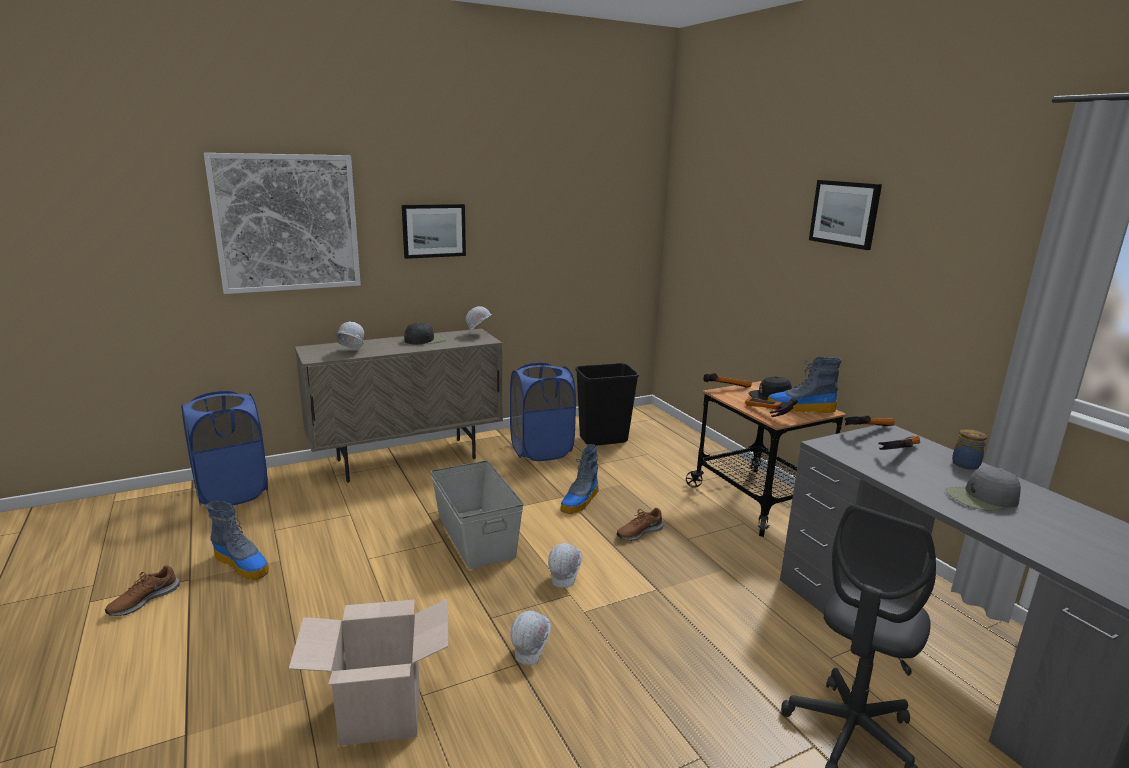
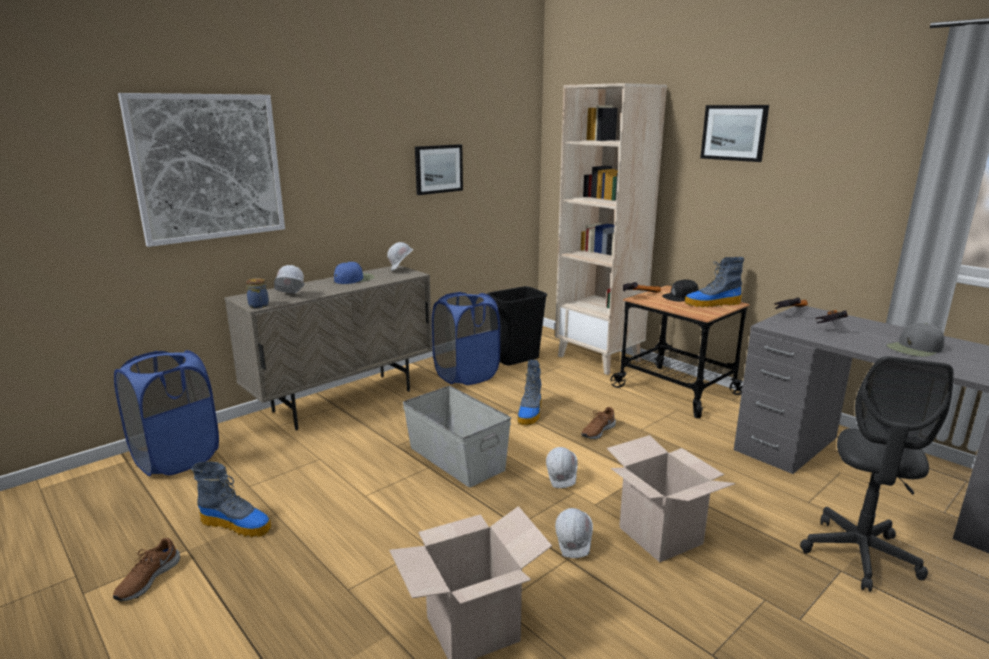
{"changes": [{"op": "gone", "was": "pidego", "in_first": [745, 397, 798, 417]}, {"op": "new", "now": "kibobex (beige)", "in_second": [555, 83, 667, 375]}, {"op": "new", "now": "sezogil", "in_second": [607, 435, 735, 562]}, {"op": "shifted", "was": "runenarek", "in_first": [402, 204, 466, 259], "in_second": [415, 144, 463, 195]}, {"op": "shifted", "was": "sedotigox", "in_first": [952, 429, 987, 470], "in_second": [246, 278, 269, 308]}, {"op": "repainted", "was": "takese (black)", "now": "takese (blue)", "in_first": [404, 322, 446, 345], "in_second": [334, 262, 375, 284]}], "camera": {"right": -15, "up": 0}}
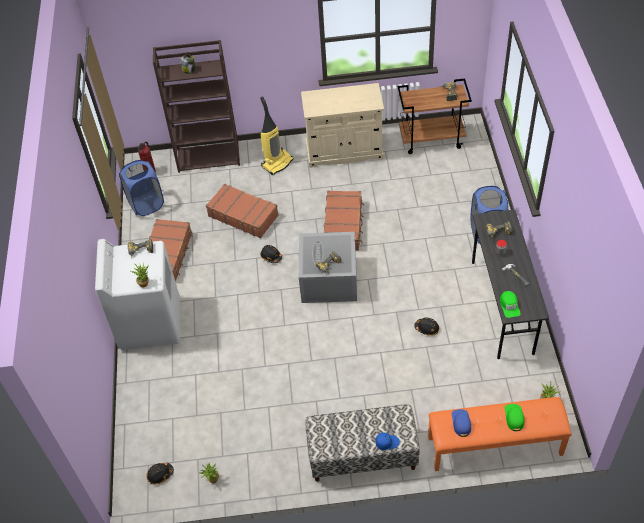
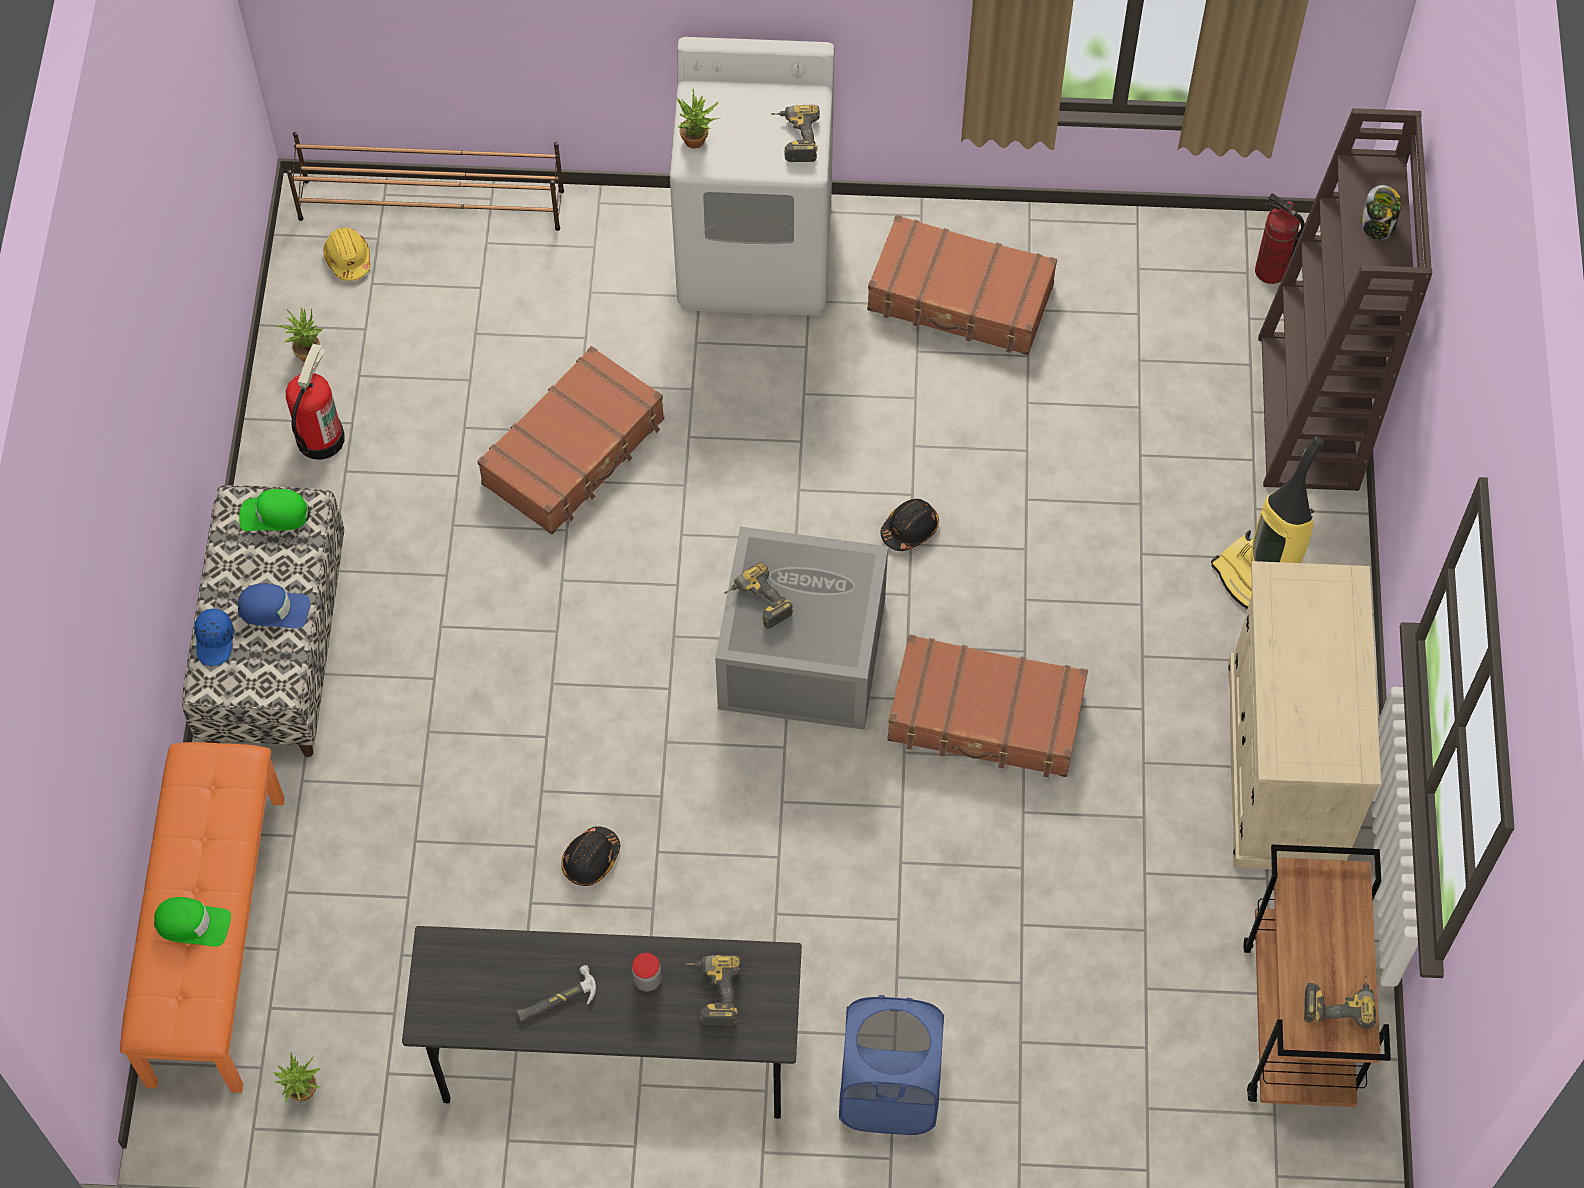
{"changes": [{"op": "gone", "was": "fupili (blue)", "in_first": [119, 160, 164, 216]}, {"op": "new", "now": "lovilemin", "in_second": [286, 344, 345, 460]}, {"op": "new", "now": "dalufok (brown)", "in_second": [287, 132, 564, 231]}, {"op": "shifted", "was": "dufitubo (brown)", "in_first": [206, 183, 279, 238], "in_second": [477, 346, 664, 534]}, {"op": "shifted", "was": "takese (blue)", "in_first": [452, 409, 471, 437], "in_second": [238, 583, 310, 629]}, {"op": "shifted", "was": "takese (green)", "in_first": [500, 291, 521, 318], "in_second": [239, 489, 310, 531]}, {"op": "repainted", "was": "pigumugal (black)", "now": "pigumugal (yellow)", "in_first": [146, 463, 174, 484], "in_second": [323, 228, 370, 281]}], "camera": {"right": 95, "up": 10}}
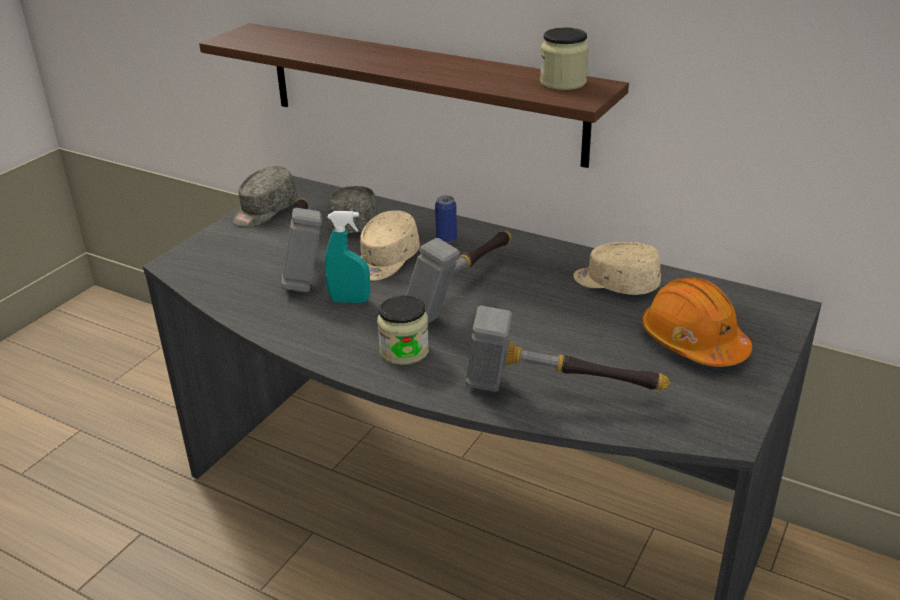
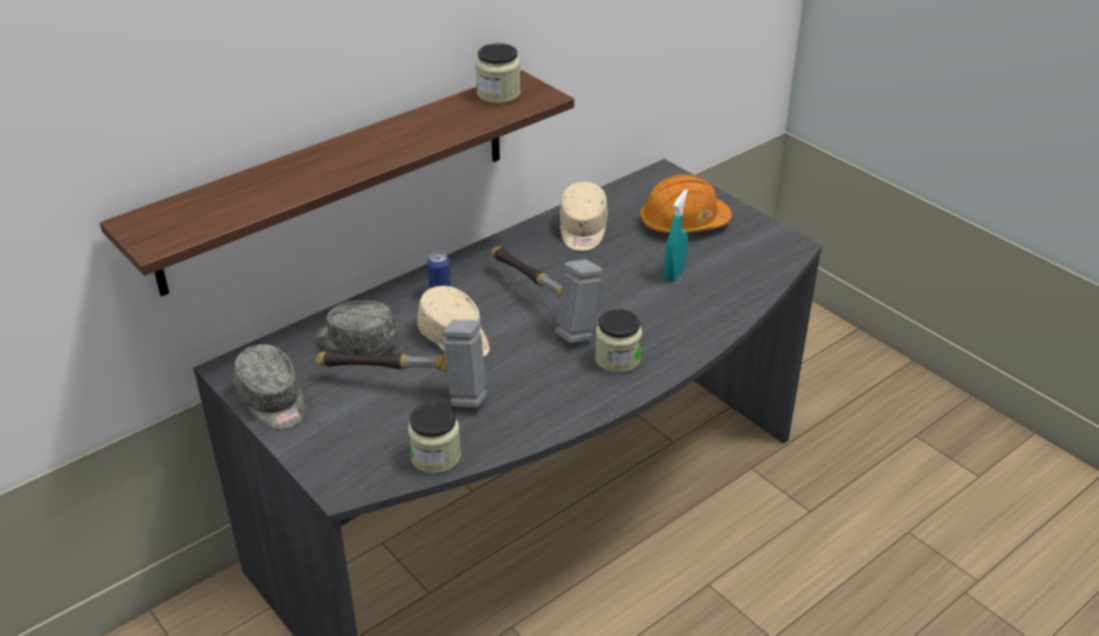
{"changes": [{"op": "gone", "was": "pidego", "in_first": [466, 305, 670, 392]}, {"op": "new", "now": "sedotigox", "in_second": [408, 402, 461, 474]}, {"op": "shifted", "was": "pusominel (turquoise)", "in_first": [325, 211, 370, 303], "in_second": [664, 189, 688, 282]}, {"op": "rotated", "was": "takese (beige)", "in_first": [573, 242, 661, 295], "in_second": [560, 182, 608, 251], "clockwise": -45}], "camera": {"right": -70, "up": 5}}
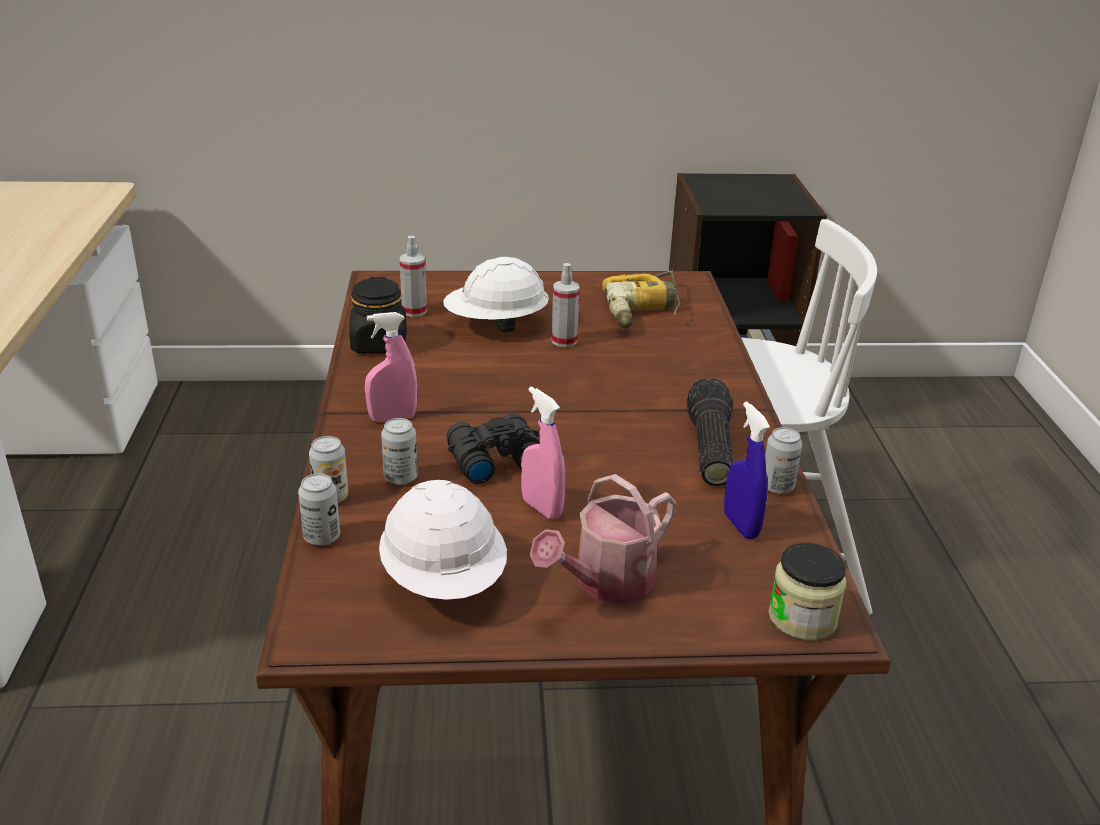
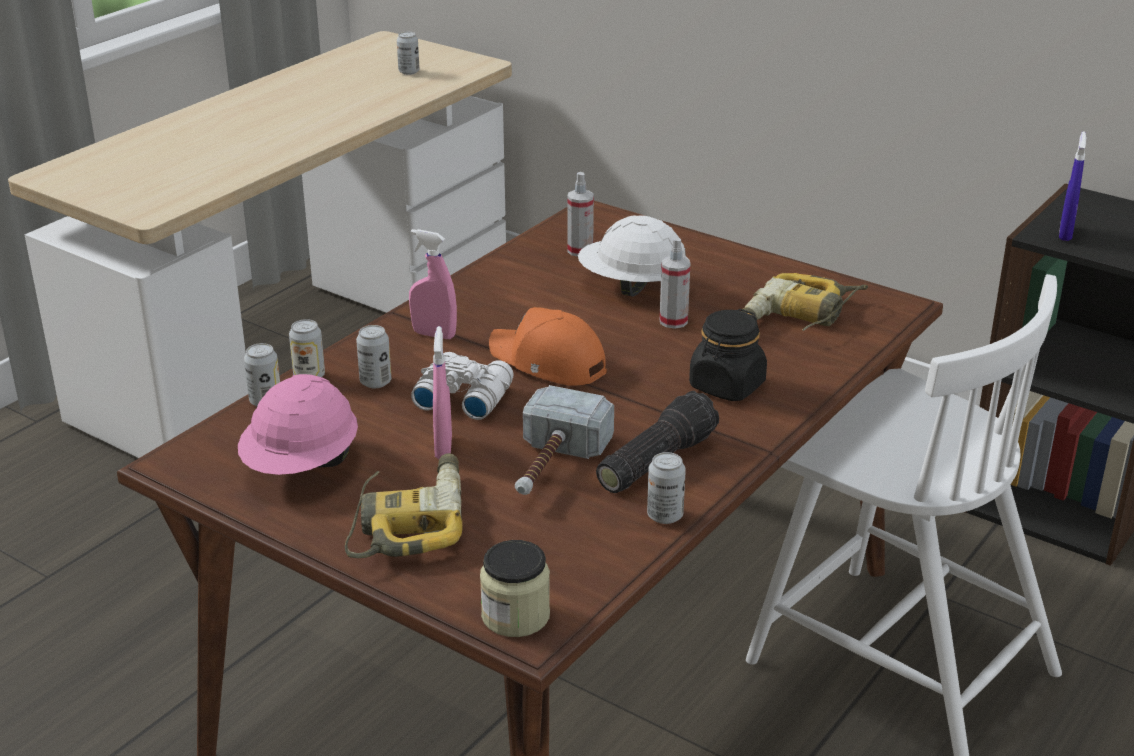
{"changes": [{"op": "new", "now": "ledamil", "in_second": [397, 32, 419, 75]}, {"op": "new", "now": "takese (orange)", "in_second": [489, 307, 607, 386]}, {"op": "new", "now": "pidego", "in_second": [515, 385, 614, 495]}, {"op": "shifted", "was": "sedotigox (black)", "in_first": [349, 277, 407, 354], "in_second": [689, 309, 767, 401]}, {"op": "shifted", "was": "pusominel (blue)", "in_first": [724, 401, 770, 539], "in_second": [1059, 132, 1086, 241]}, {"op": "swapped", "was": "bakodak", "now": "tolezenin", "in_first": [530, 474, 676, 604], "in_second": [345, 453, 463, 558]}, {"op": "repainted", "was": "pigumugal (white)", "now": "pigumugal (pink)", "in_first": [379, 480, 507, 600], "in_second": [238, 374, 358, 475]}, {"op": "repainted", "was": "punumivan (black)", "now": "punumivan (white)", "in_first": [446, 413, 540, 484], "in_second": [411, 352, 514, 420]}], "camera": {"right": 40, "up": 0}}
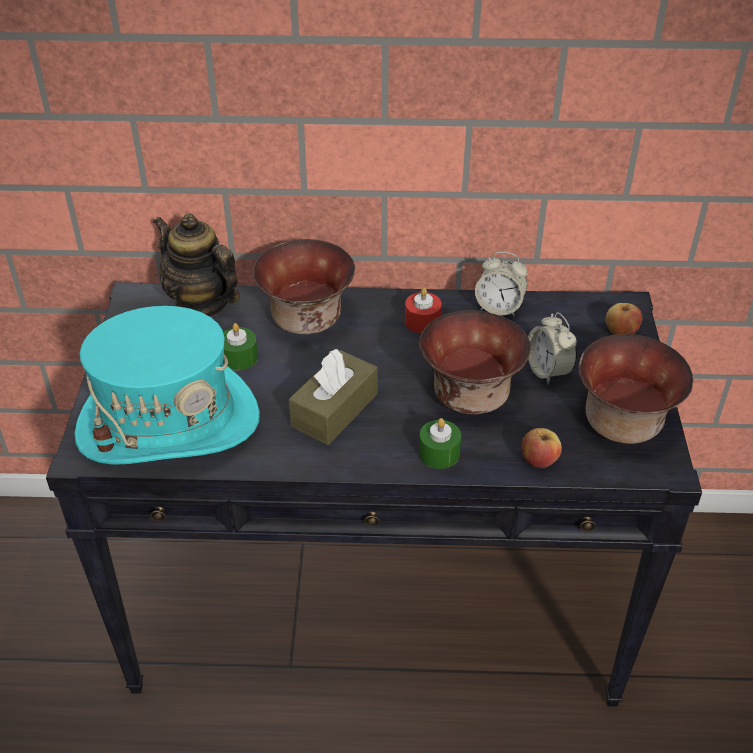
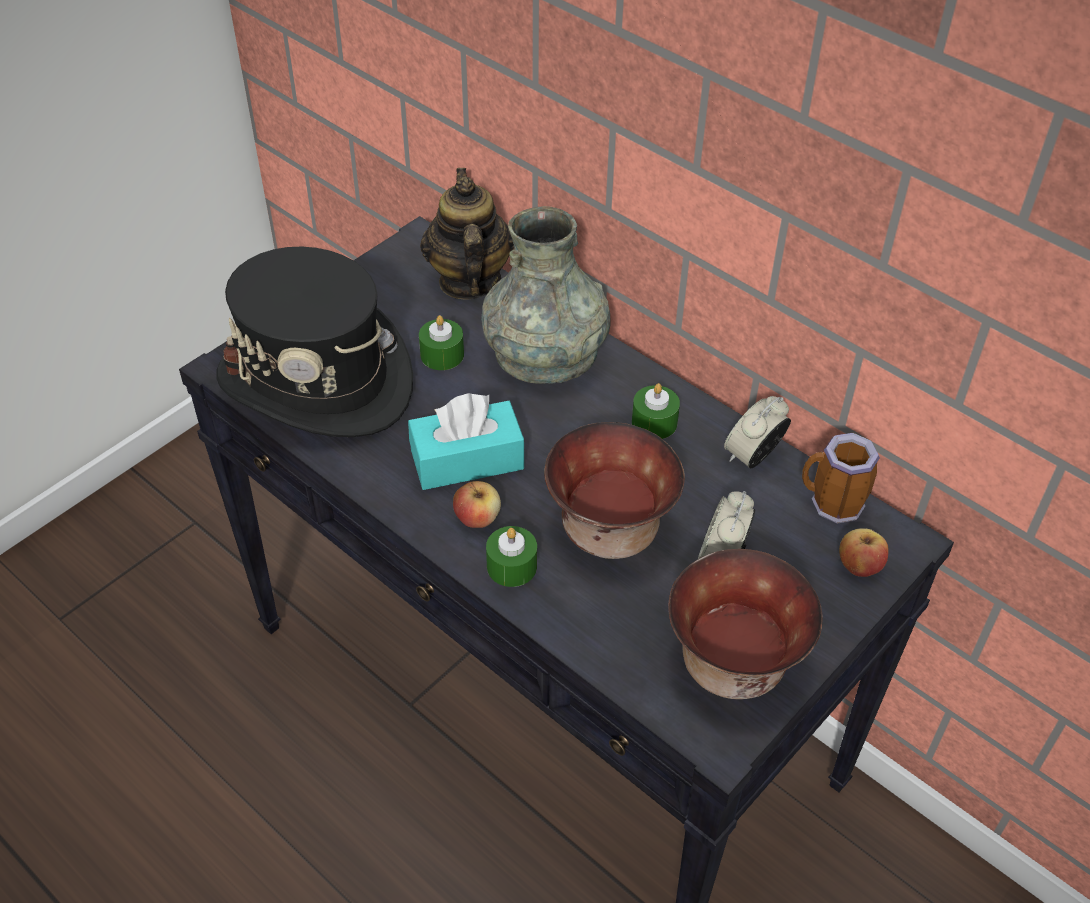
{"changes": [{"op": "new", "now": "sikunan", "in_second": [802, 433, 880, 524]}, {"op": "shifted", "was": "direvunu", "in_first": [522, 428, 562, 468], "in_second": [453, 481, 501, 528]}, {"op": "swapped", "was": "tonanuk", "now": "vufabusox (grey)", "in_first": [253, 239, 355, 334], "in_second": [481, 206, 611, 384]}, {"op": "repainted", "was": "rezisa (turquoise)", "now": "rezisa (black)", "in_first": [74, 306, 260, 465], "in_second": [216, 247, 413, 437]}, {"op": "repainted", "was": "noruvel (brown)", "now": "noruvel (turquoise)", "in_first": [289, 349, 378, 445], "in_second": [408, 393, 524, 490]}, {"op": "repainted", "was": "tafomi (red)", "now": "tafomi (green)", "in_first": [405, 287, 442, 333], "in_second": [632, 383, 680, 439]}, {"op": "rotated", "was": "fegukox", "in_first": [475, 252, 528, 316], "in_second": [724, 396, 791, 469], "clockwise": 75}], "camera": {"right": 40, "up": 5}}
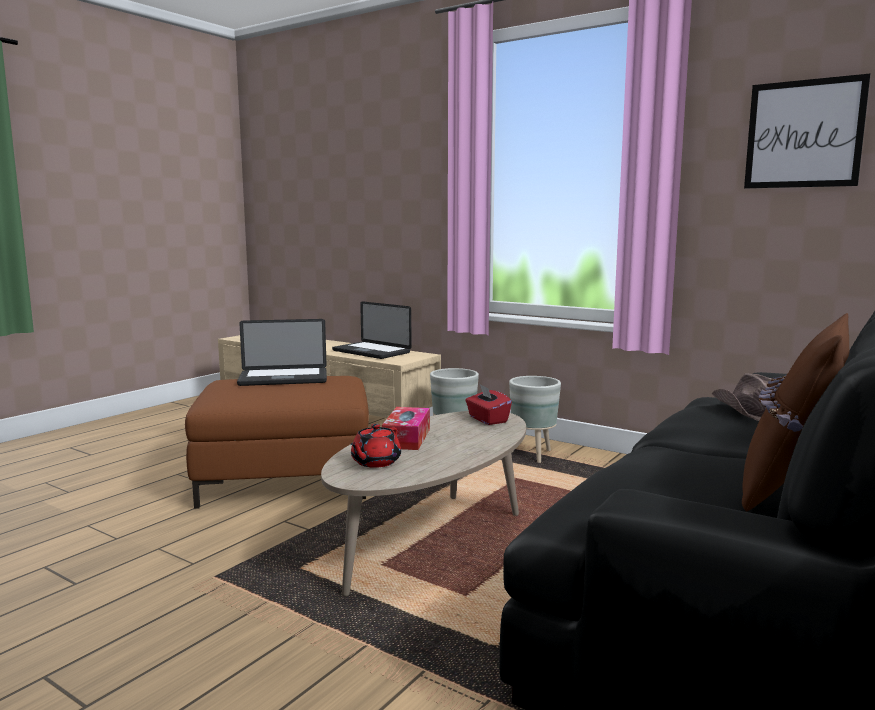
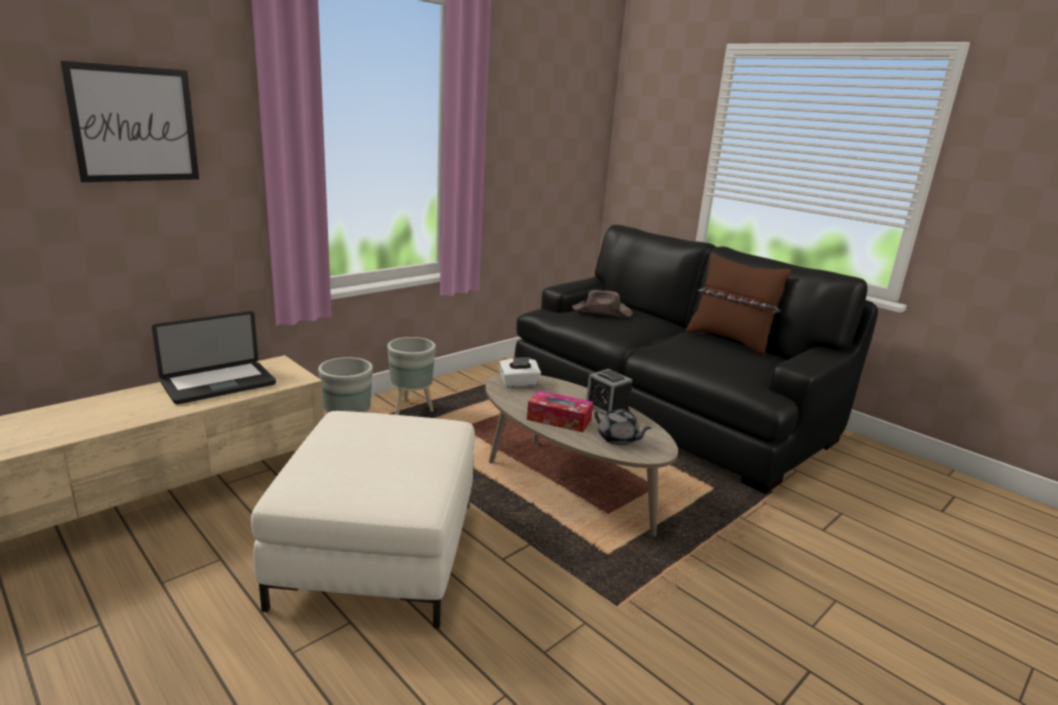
{"changes": [{"op": "gone", "was": "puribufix", "in_first": [237, 319, 327, 386]}, {"op": "new", "now": "fegukox", "in_second": [586, 369, 632, 412]}, {"op": "shifted", "was": "runenarek", "in_first": [744, 74, 871, 188], "in_second": [60, 61, 199, 182]}, {"op": "repainted", "was": "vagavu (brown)", "now": "vagavu (white)", "in_first": [185, 376, 369, 509], "in_second": [251, 411, 475, 628]}, {"op": "repainted", "was": "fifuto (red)", "now": "fifuto (grey)", "in_first": [350, 424, 401, 468], "in_second": [594, 409, 652, 445]}, {"op": "repainted", "was": "noruvel (red)", "now": "noruvel (white)", "in_first": [465, 384, 512, 425], "in_second": [499, 357, 541, 387]}], "camera": {"right": -80, "up": 10}}
